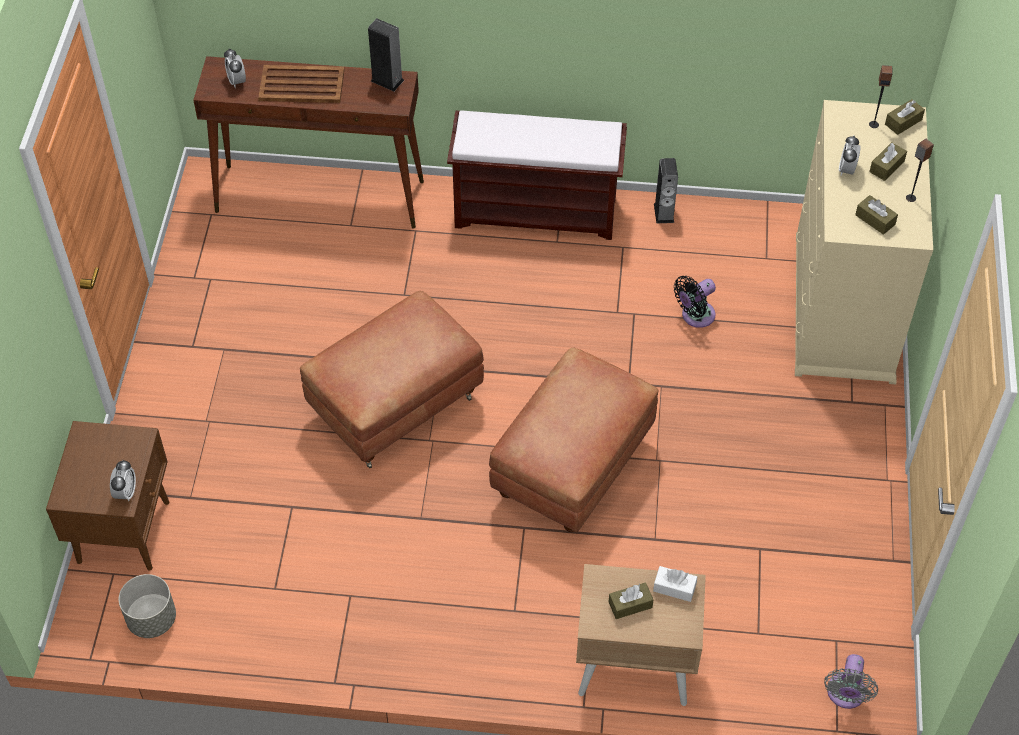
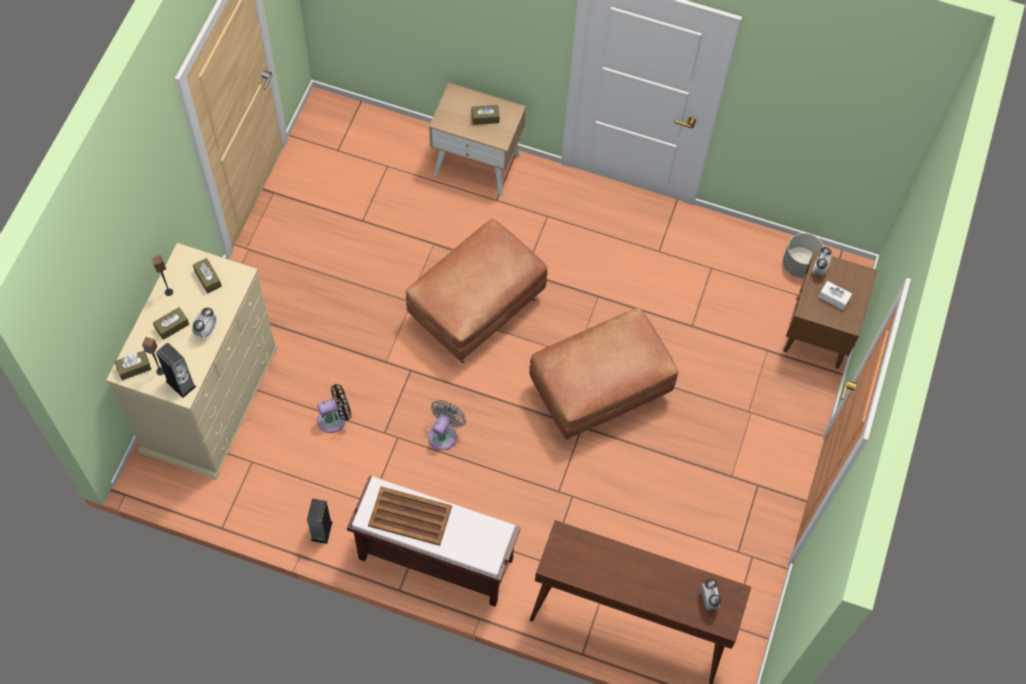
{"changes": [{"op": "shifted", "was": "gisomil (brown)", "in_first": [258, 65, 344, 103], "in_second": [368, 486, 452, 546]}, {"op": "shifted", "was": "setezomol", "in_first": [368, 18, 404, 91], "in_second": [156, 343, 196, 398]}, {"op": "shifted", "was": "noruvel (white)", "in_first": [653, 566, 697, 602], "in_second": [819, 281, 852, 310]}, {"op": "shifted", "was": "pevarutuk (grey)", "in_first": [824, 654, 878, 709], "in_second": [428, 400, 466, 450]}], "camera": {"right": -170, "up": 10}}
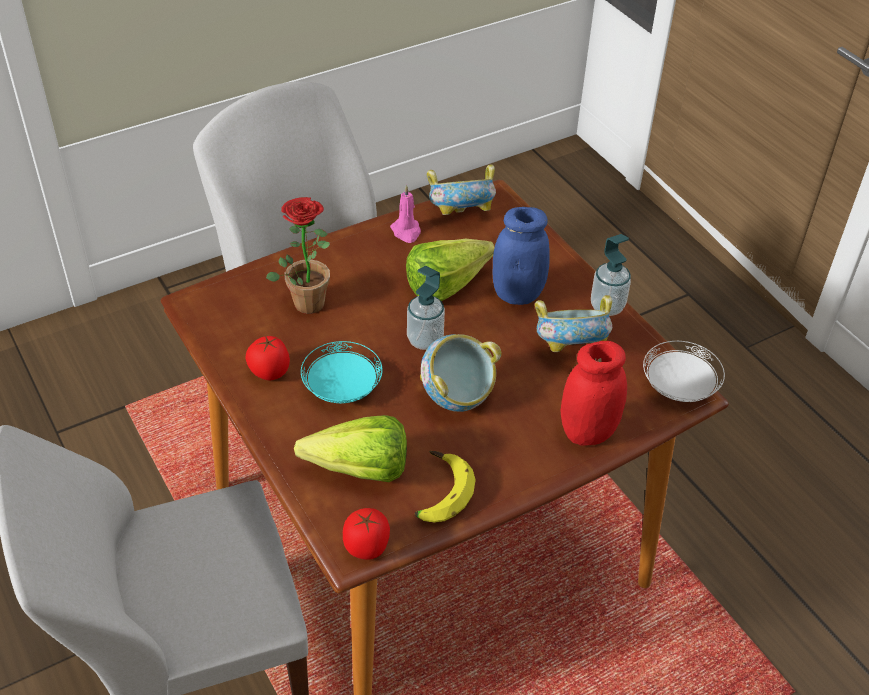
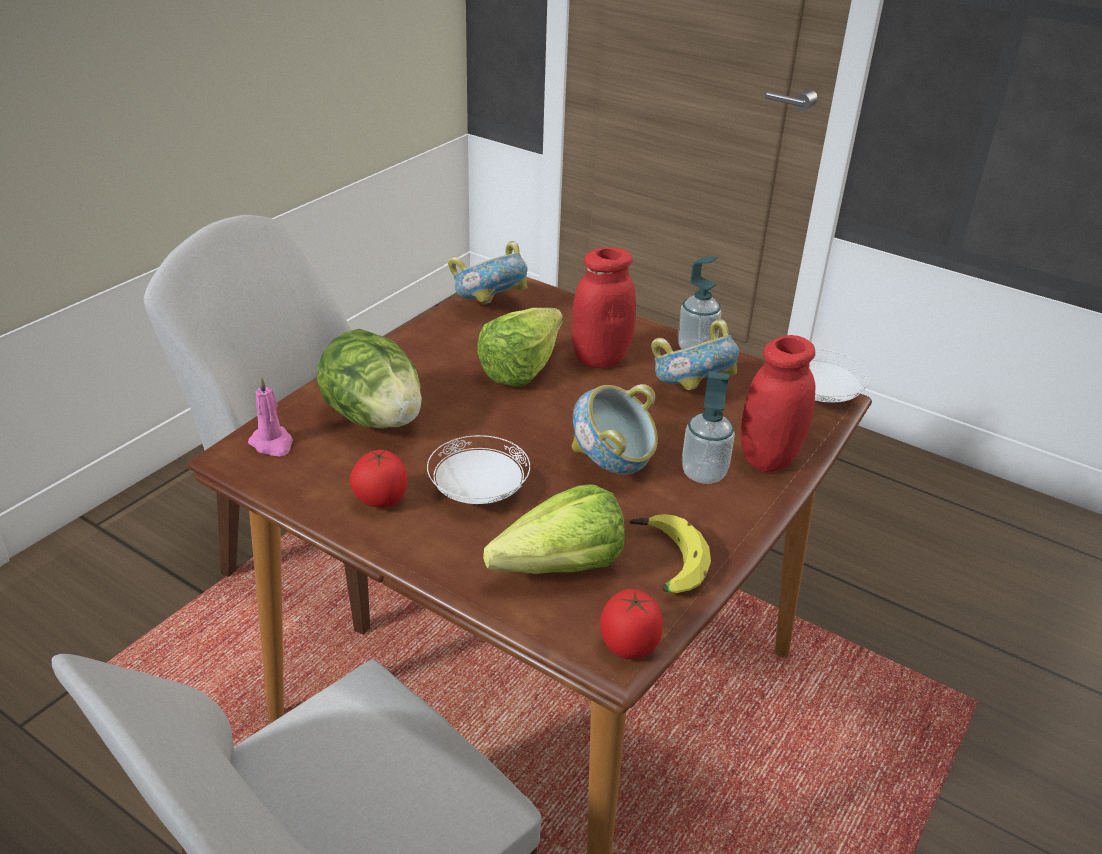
{"changes": [{"op": "shifted", "was": "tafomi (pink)", "in_first": [390, 185, 421, 243], "in_second": [248, 376, 293, 456]}, {"op": "shifted", "was": "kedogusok", "in_first": [407, 266, 445, 350], "in_second": [682, 371, 735, 484]}, {"op": "swapped", "was": "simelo", "now": "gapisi", "in_first": [266, 197, 330, 314], "in_second": [317, 329, 422, 429]}, {"op": "repainted", "was": "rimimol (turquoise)", "now": "rimimol (white)", "in_first": [301, 341, 383, 403], "in_second": [427, 435, 530, 504]}, {"op": "repainted", "was": "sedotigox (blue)", "now": "sedotigox (red)", "in_first": [493, 207, 550, 305], "in_second": [572, 247, 636, 368]}], "camera": {"right": -25, "up": -10}}
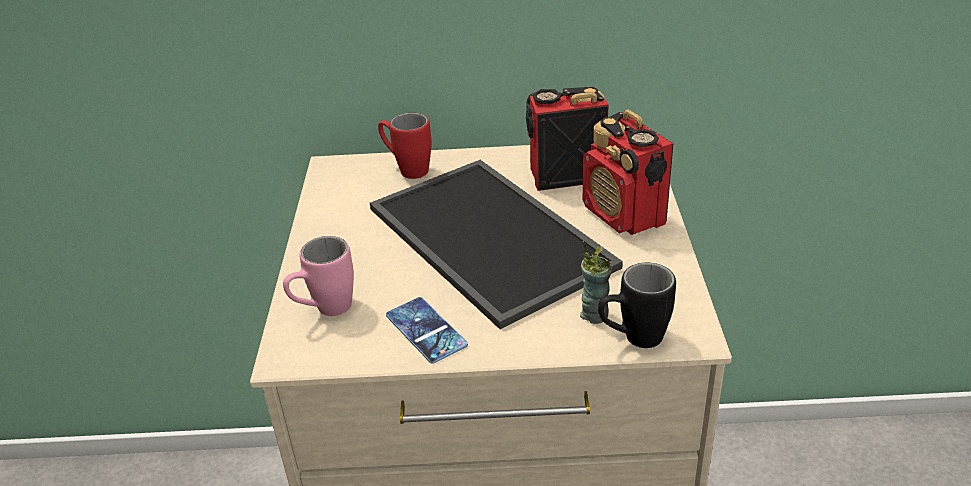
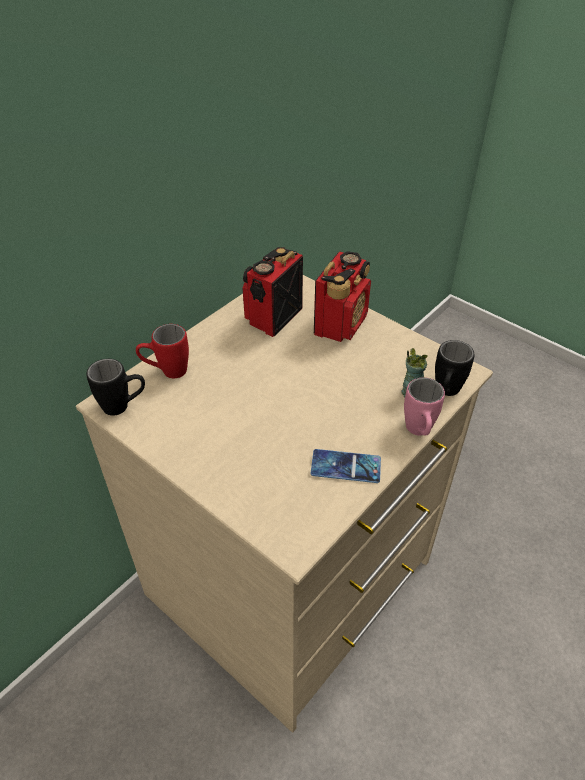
{"changes": [{"op": "gone", "was": "gisomil", "in_first": [370, 160, 623, 329]}, {"op": "new", "now": "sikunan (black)", "in_second": [86, 359, 145, 416]}, {"op": "shifted", "was": "sikunan (pink)", "in_first": [283, 236, 354, 316], "in_second": [404, 377, 445, 436]}, {"op": "rotated", "was": "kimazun", "in_first": [583, 109, 673, 235], "in_second": [314, 251, 371, 342], "clockwise": -75}], "camera": {"right": -50, "up": 10}}
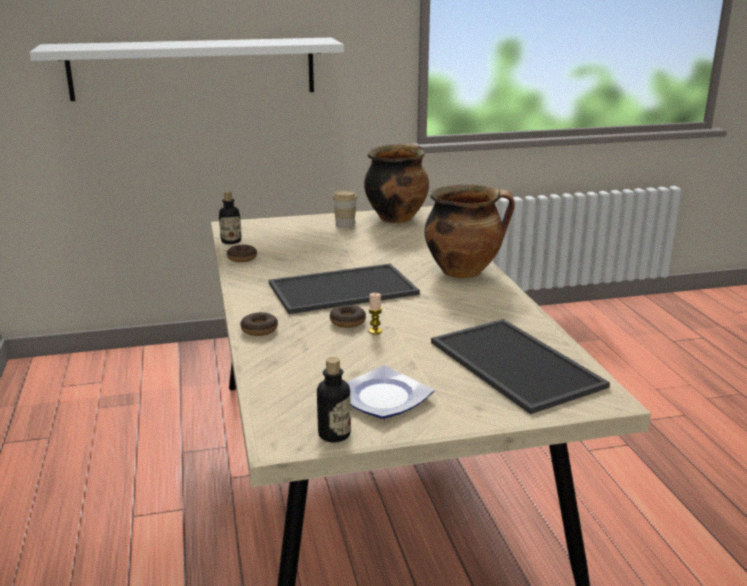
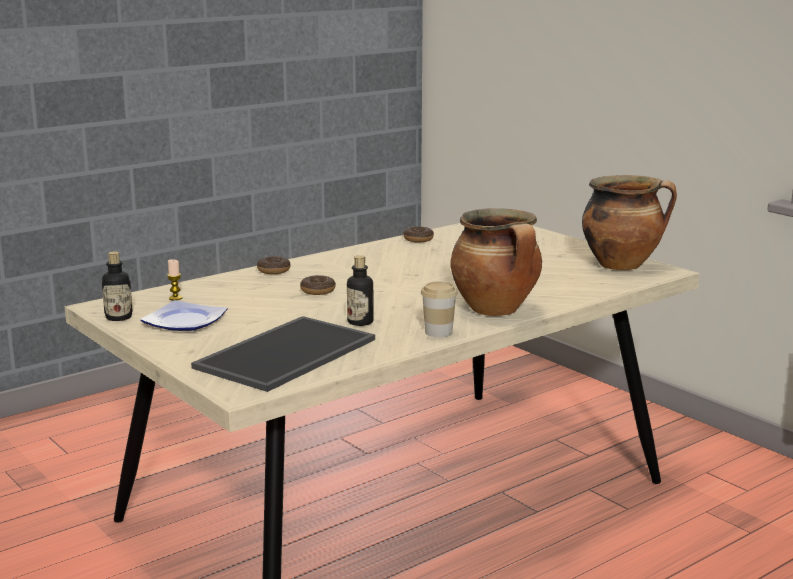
{"changes": [{"op": "gone", "was": "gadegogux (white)", "in_first": [29, 38, 344, 101]}, {"op": "gone", "was": "gisomil", "in_first": [269, 263, 420, 314]}, {"op": "shifted", "was": "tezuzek", "in_first": [219, 192, 241, 244], "in_second": [347, 255, 374, 326]}, {"op": "shifted", "was": "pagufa", "in_first": [332, 190, 357, 228], "in_second": [421, 281, 458, 337]}, {"op": "shifted", "was": "tafomi", "in_first": [368, 293, 382, 334], "in_second": [167, 259, 182, 300]}], "camera": {"right": 65, "up": -5}}
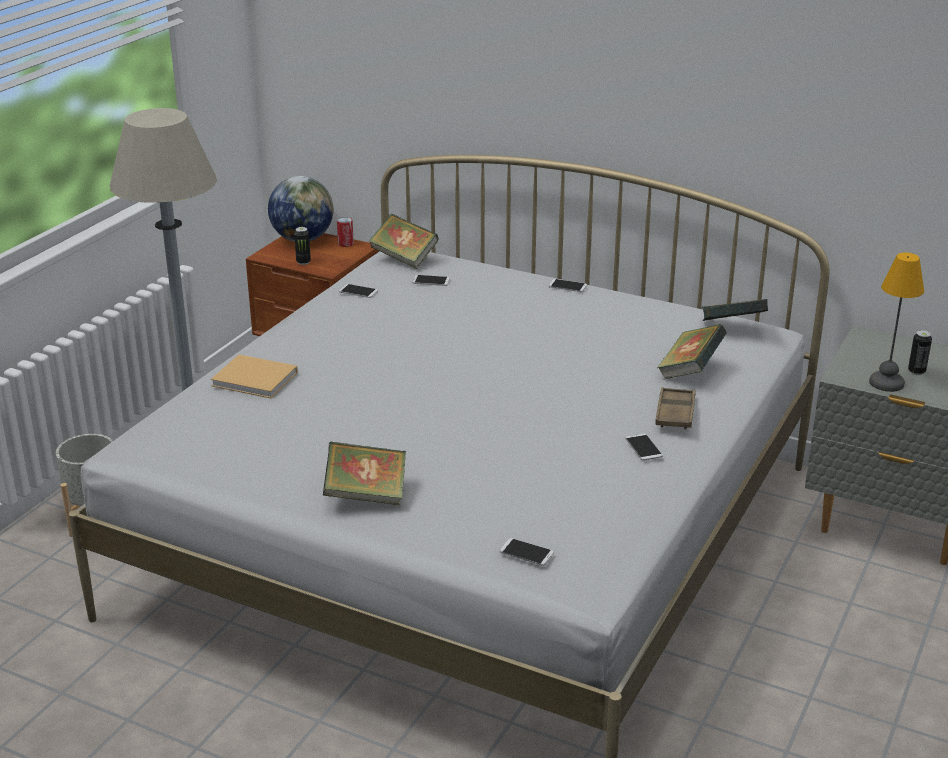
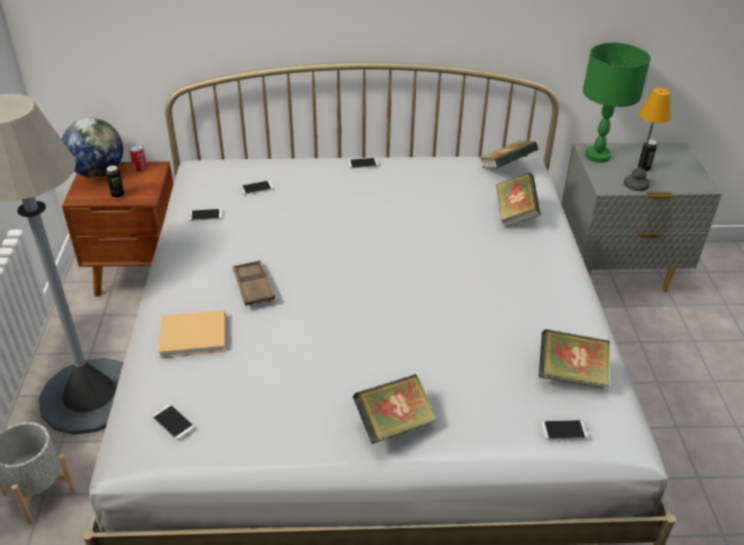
{"changes": [{"op": "new", "now": "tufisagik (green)", "in_second": [583, 43, 651, 163]}, {"op": "shifted", "was": "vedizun", "in_first": [369, 214, 439, 269], "in_second": [539, 329, 610, 389]}, {"op": "shifted", "was": "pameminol", "in_first": [625, 433, 662, 460], "in_second": [152, 404, 194, 440]}, {"op": "shifted", "was": "gisomil (brown)", "in_first": [655, 387, 695, 430], "in_second": [233, 260, 275, 306]}], "camera": {"right": -30, "up": 10}}
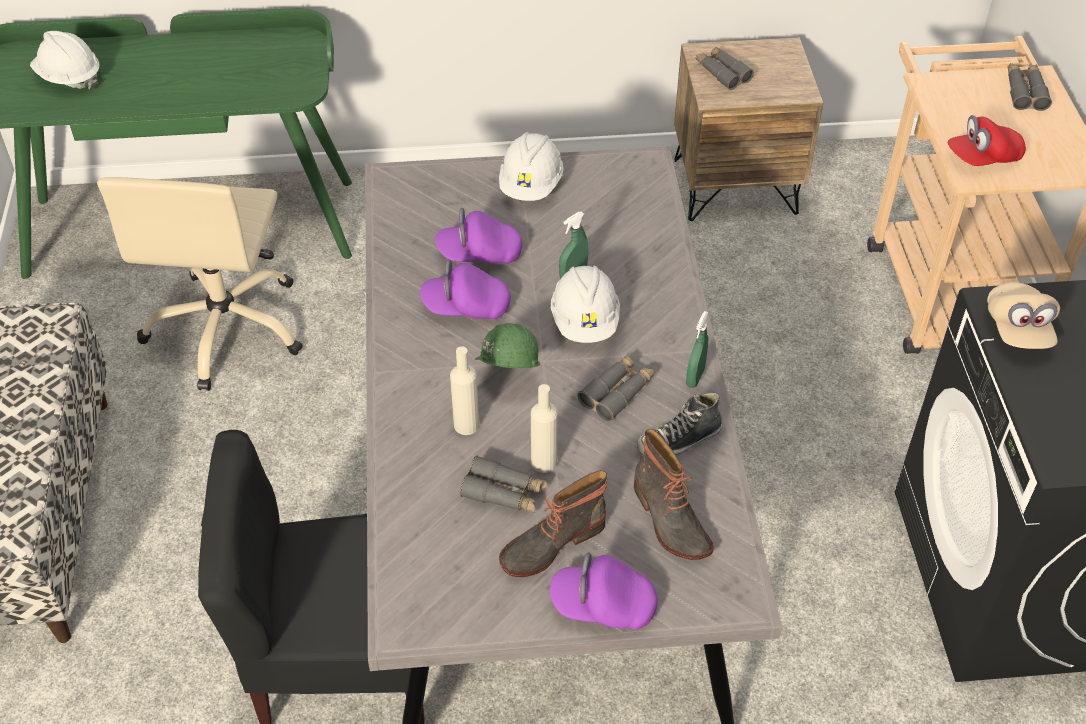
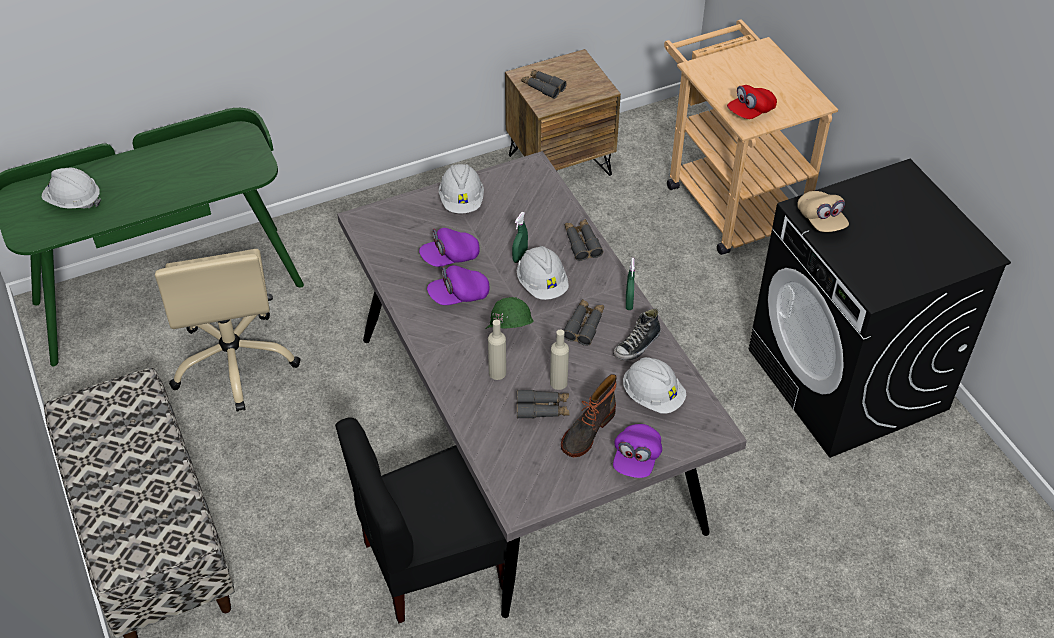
{"changes": [{"op": "shifted", "was": "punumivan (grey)", "in_first": [1008, 63, 1052, 111], "in_second": [565, 219, 603, 261]}, {"op": "swapped", "was": "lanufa", "now": "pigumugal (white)", "in_first": [634, 429, 714, 560], "in_second": [623, 357, 686, 414]}, {"op": "rotated", "was": "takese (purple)", "in_first": [550, 552, 658, 630], "in_second": [613, 424, 662, 478], "clockwise": -60}], "camera": {"right": -20, "up": 0}}
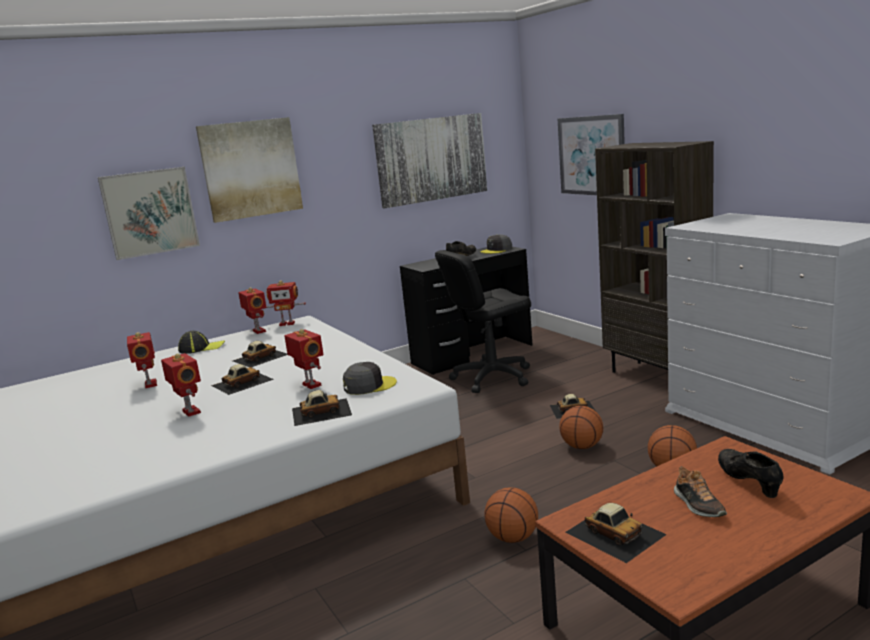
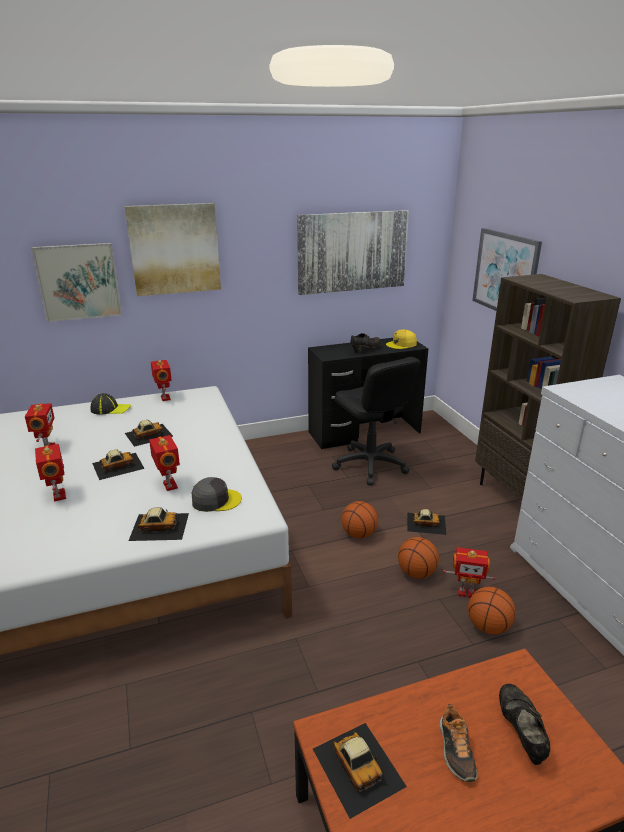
{"changes": [{"op": "shifted", "was": "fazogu", "in_first": [264, 280, 306, 326], "in_second": [443, 547, 495, 598]}, {"op": "shifted", "was": "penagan", "in_first": [485, 487, 538, 543], "in_second": [341, 501, 378, 539]}, {"op": "repainted", "was": "takese (grey)", "now": "takese (yellow)", "in_first": [481, 235, 513, 254], "in_second": [386, 330, 417, 349]}, {"op": "rotated", "was": "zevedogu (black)", "in_first": [435, 250, 531, 393], "in_second": [332, 357, 421, 485], "clockwise": -105}], "camera": {"right": 10, "up": 10}}
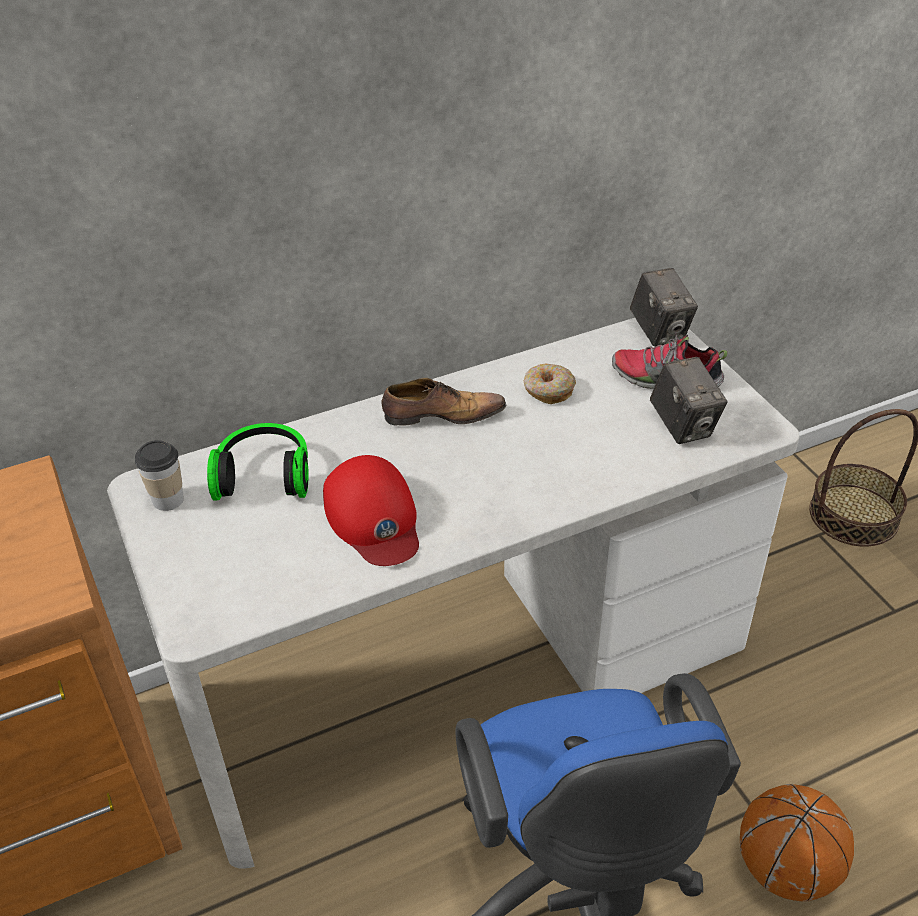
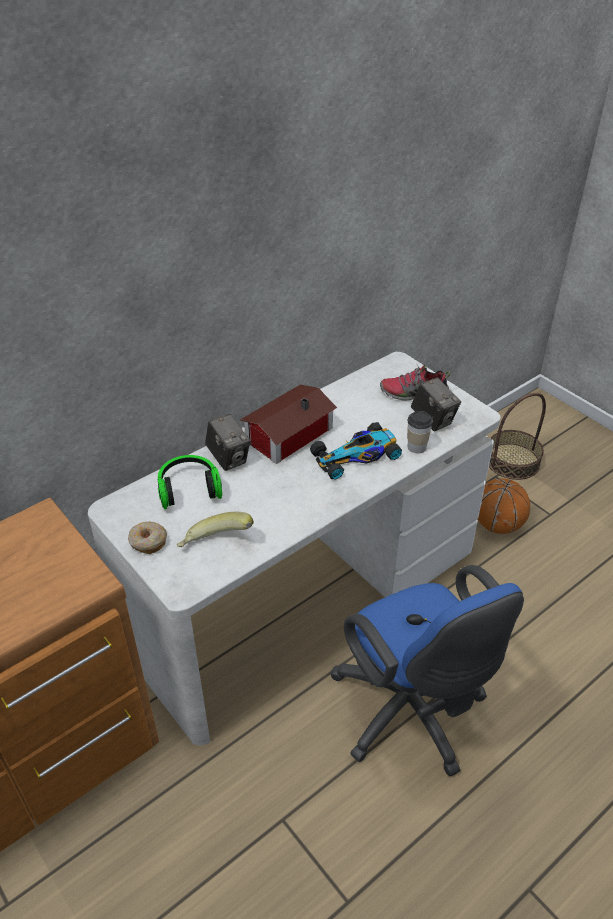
{"changes": [{"op": "gone", "was": "takese (red)", "in_first": [323, 455, 419, 566]}, {"op": "new", "now": "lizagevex", "in_second": [177, 512, 254, 547]}, {"op": "new", "now": "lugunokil", "in_second": [310, 422, 402, 479]}, {"op": "shifted", "was": "pagufa", "in_first": [135, 440, 184, 511], "in_second": [407, 411, 433, 453]}, {"op": "shifted", "was": "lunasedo", "in_first": [524, 363, 576, 404], "in_second": [128, 522, 167, 554]}, {"op": "shifted", "was": "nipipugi", "in_first": [630, 268, 698, 346], "in_second": [205, 414, 250, 471]}, {"op": "shifted", "was": "penagan", "in_first": [740, 784, 854, 902], "in_second": [477, 478, 530, 534]}, {"op": "swapped", "was": "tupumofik", "now": "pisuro", "in_first": [381, 378, 506, 426], "in_second": [240, 384, 337, 464]}], "camera": {"right": -15, "up": 0}}
